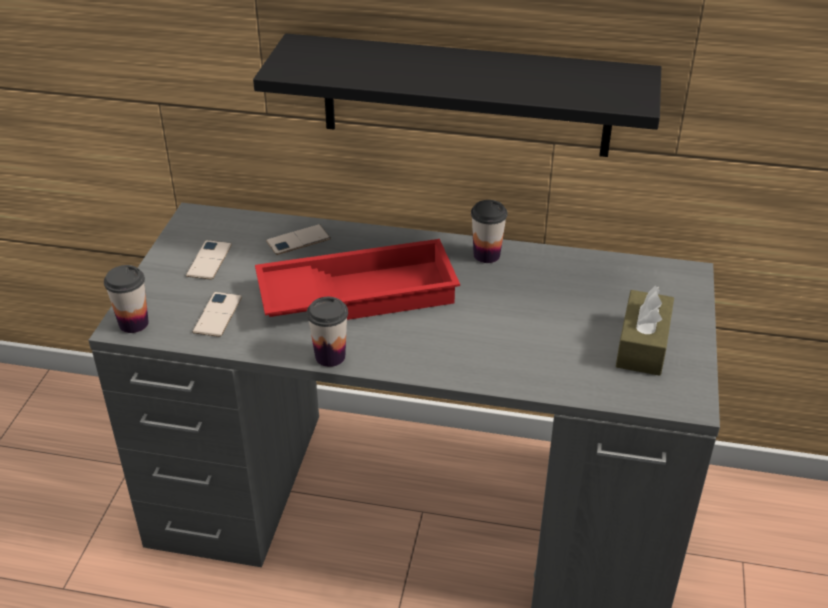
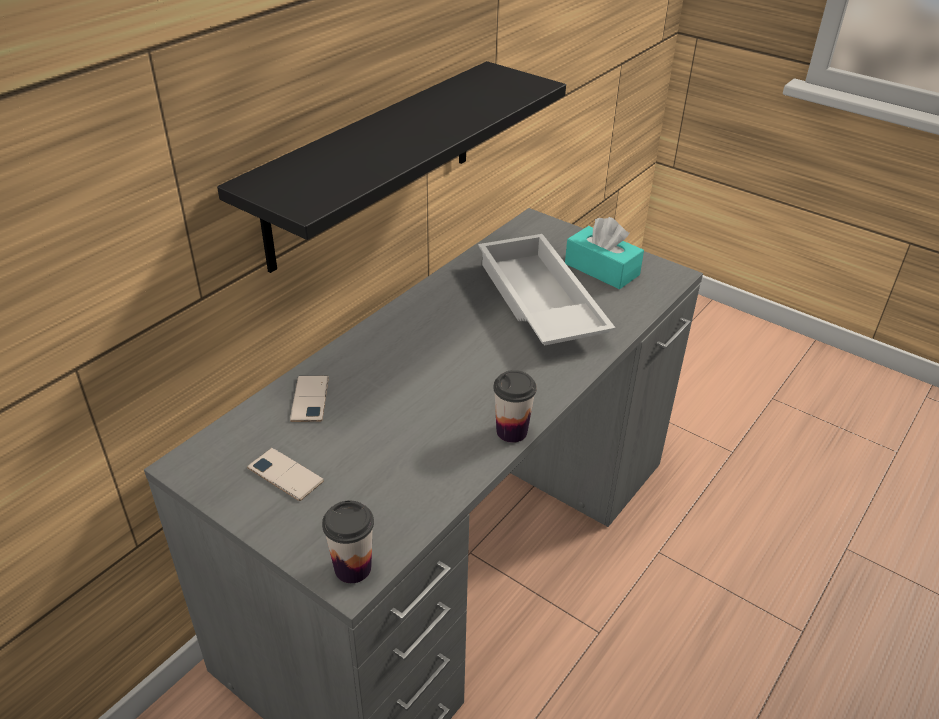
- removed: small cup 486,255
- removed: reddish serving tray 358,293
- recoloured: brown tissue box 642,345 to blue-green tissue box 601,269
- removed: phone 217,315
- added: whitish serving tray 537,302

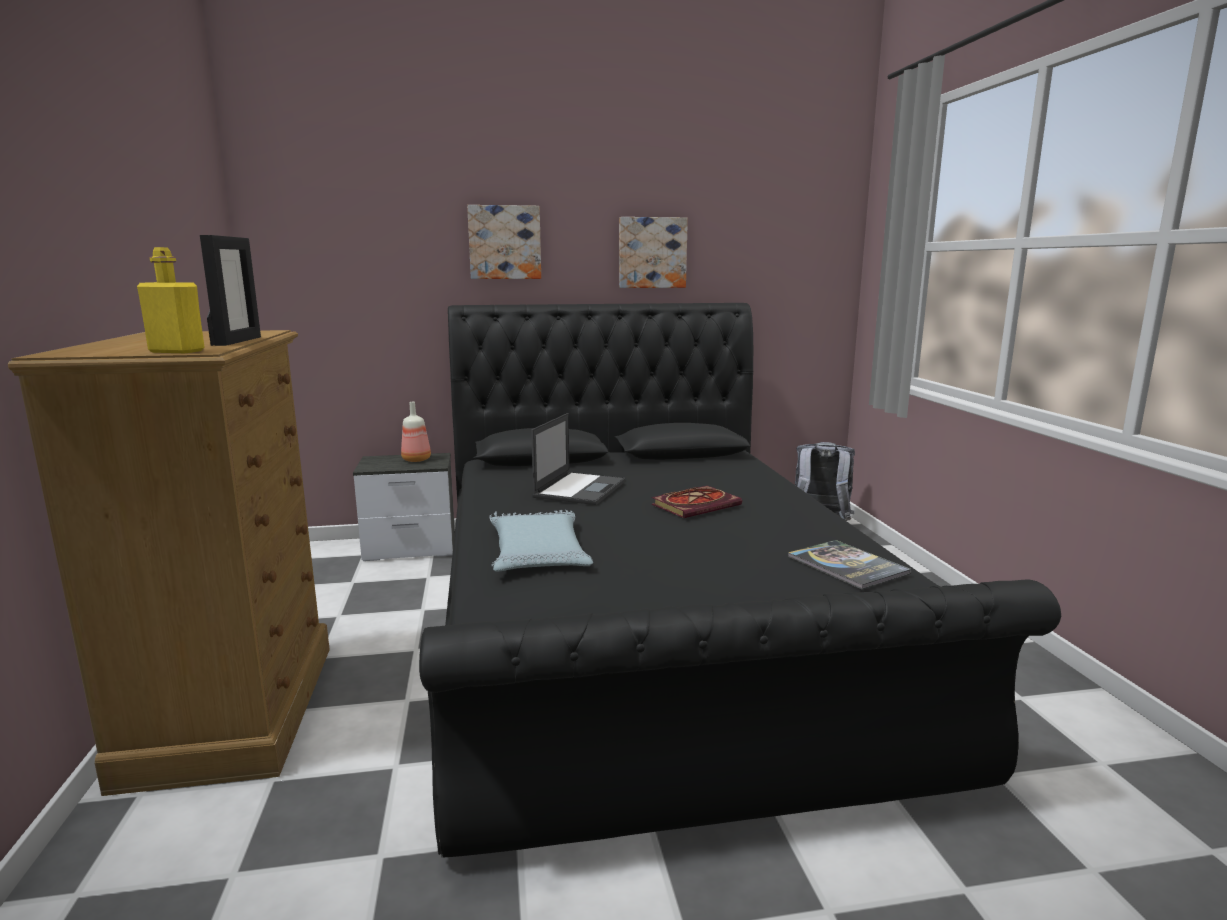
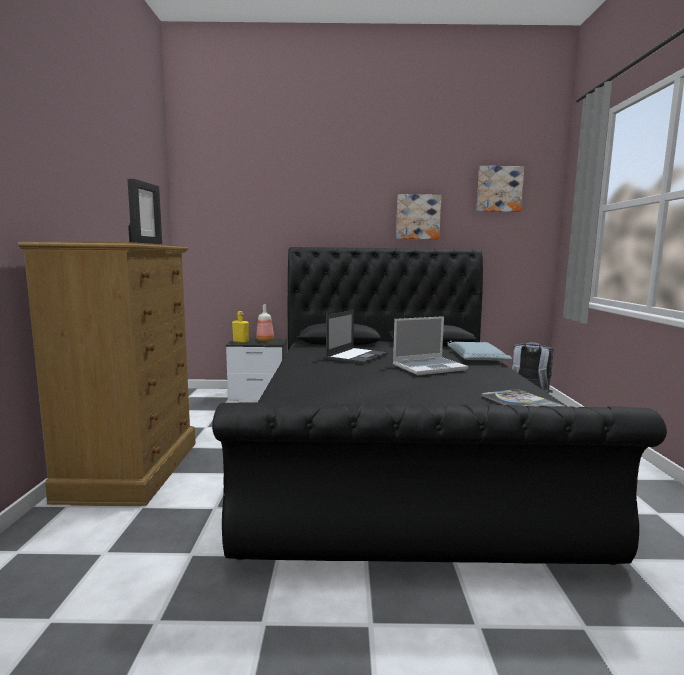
- moved: wall art 504,242 to 499,189
- moved: yellow-coloured bottle 177,351 to 240,341
- replaced: book 696,505 to portable computer 429,367
- moved: blue cushion 537,551 to 476,357

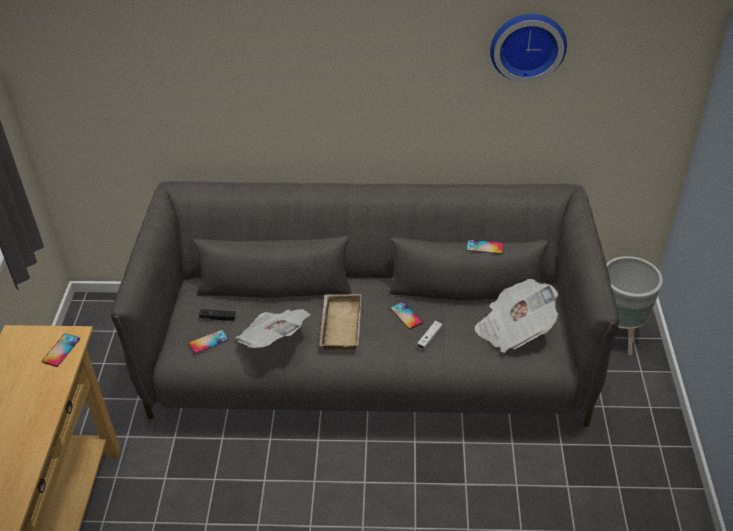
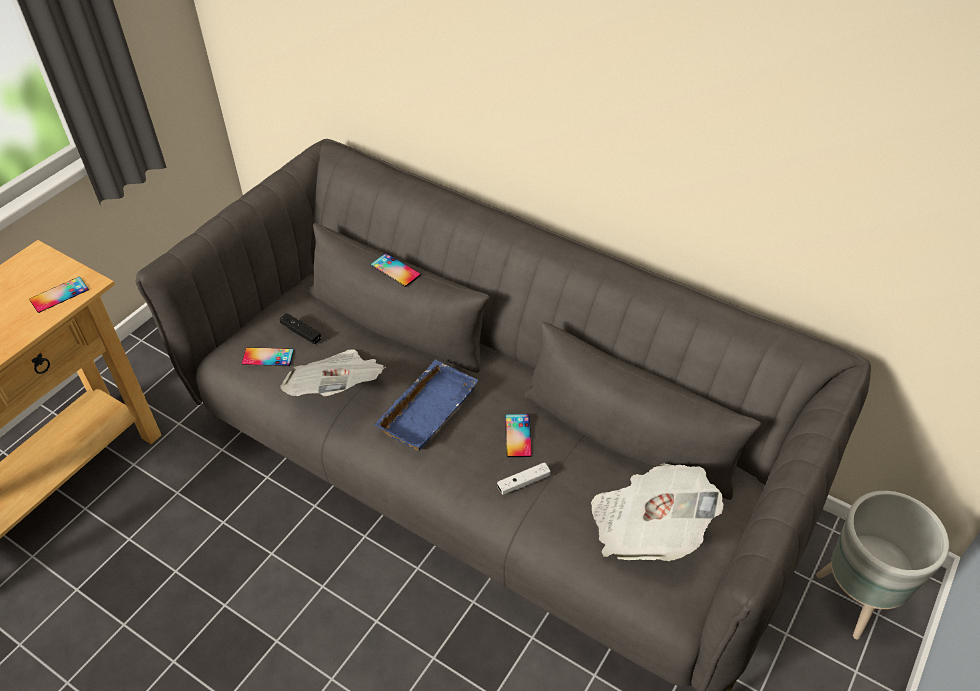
- removed: wall clock 527,45
- moved: phone 484,247 to 395,270
- recoloured: beige-coloured serving tray 339,325 to blue serving tray 426,408

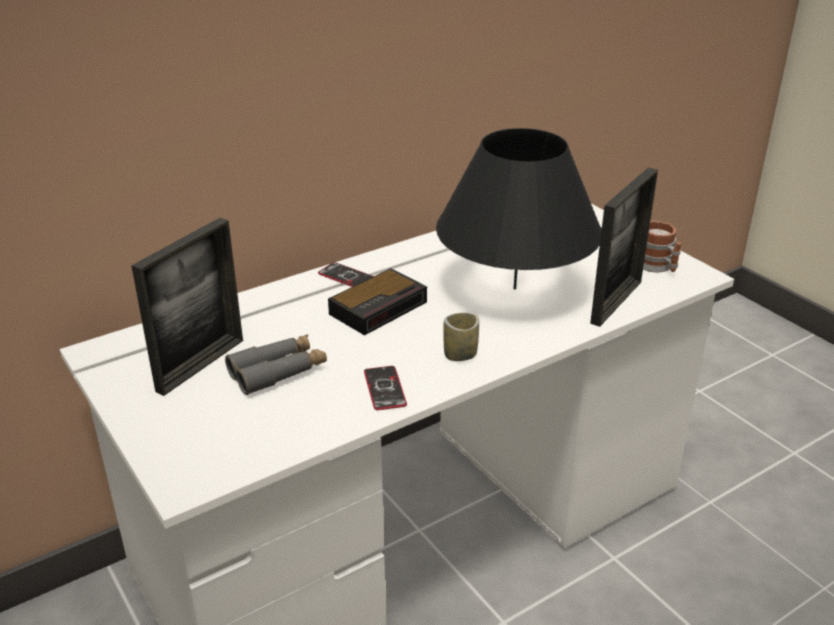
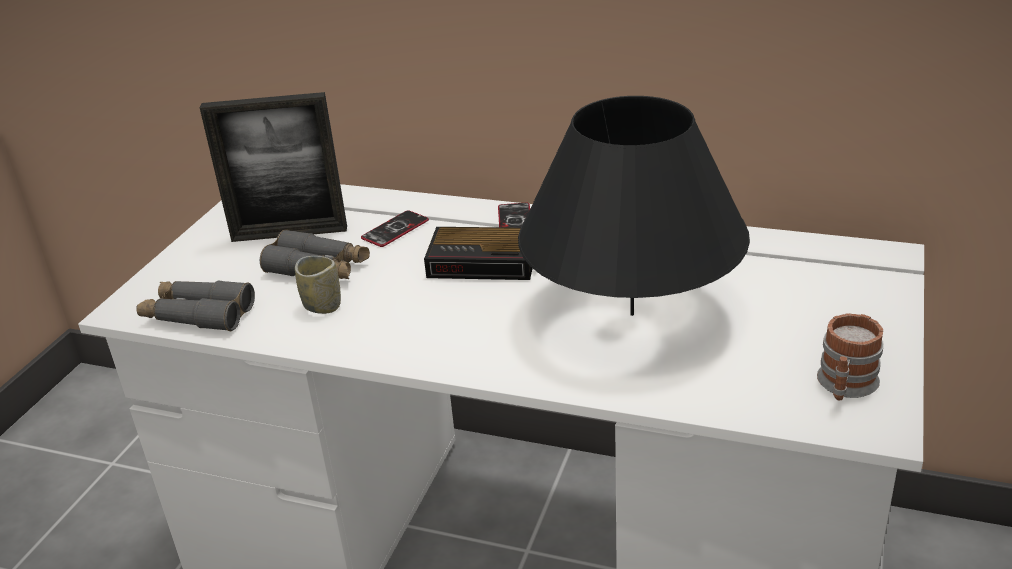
- removed: photo frame 616,302
- moved: small cup 460,354 to 322,306
- moved: phone 385,389 to 395,230
- added: greyish field glasses 198,315

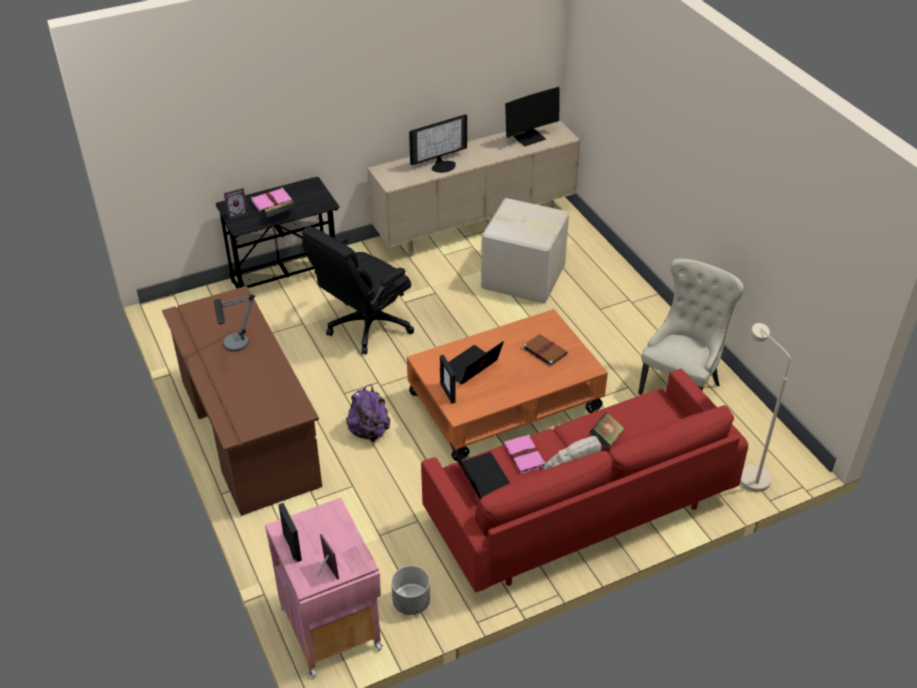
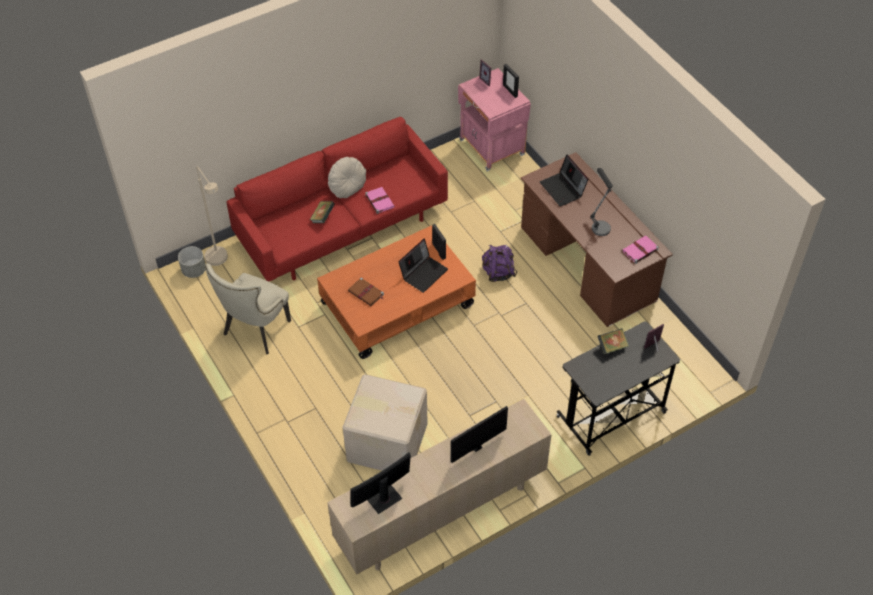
- moved: pink-coloured book 272,201 to 639,250
- removed: black-coloured desk chair 364,328
- moved: portable computer 480,478 to 563,189
- moved: greyish plant pot 411,603 to 194,270

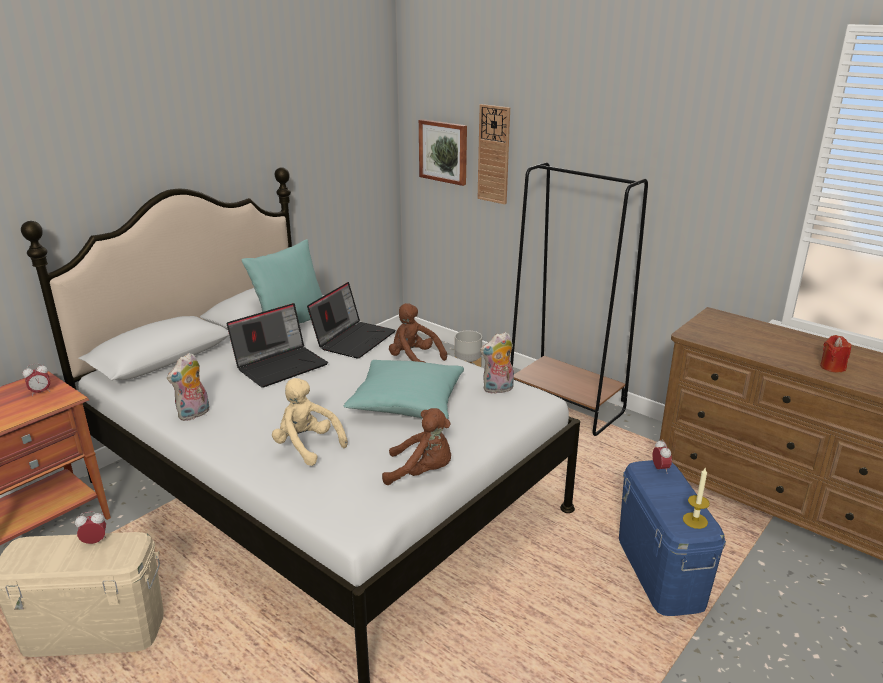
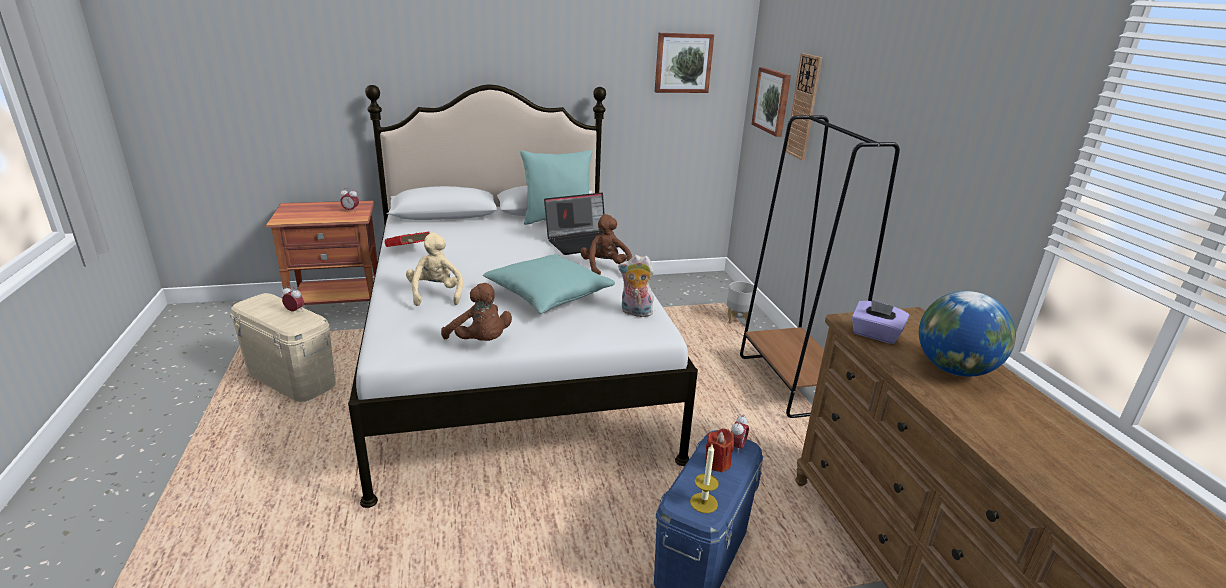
- removed: portable computer 281,365
- moved: reddish wax light 832,367 to 717,463
- replaced: soft toy 194,414 to reddish book 408,252
- added: wall art 683,63
- added: globe 954,370
- added: purplish tissue box 875,335

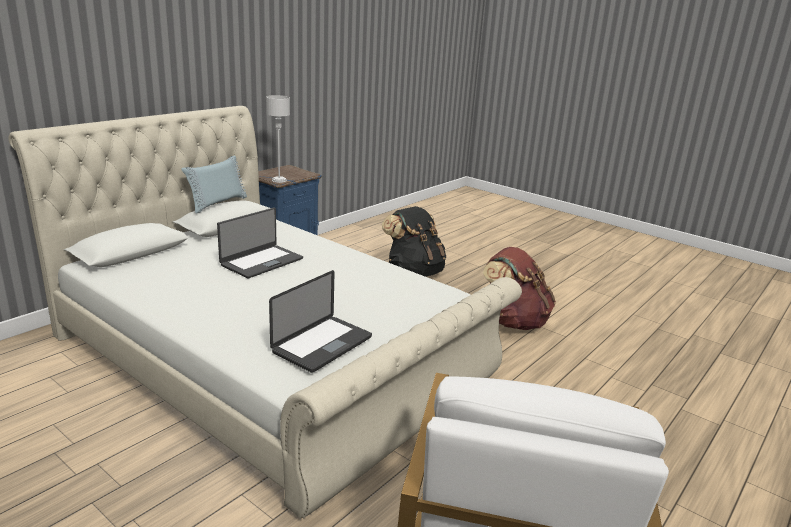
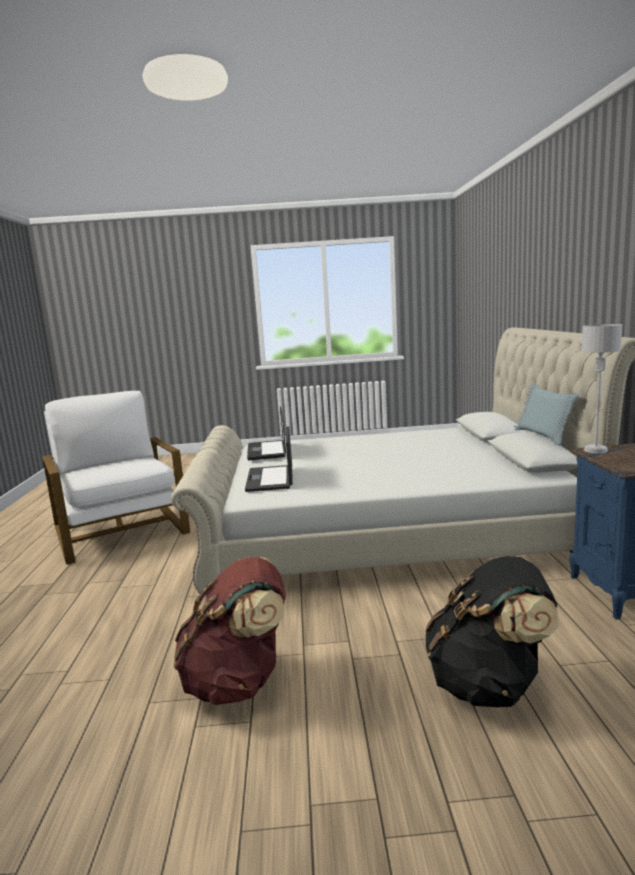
- moved: portable computer 261,261 to 271,479

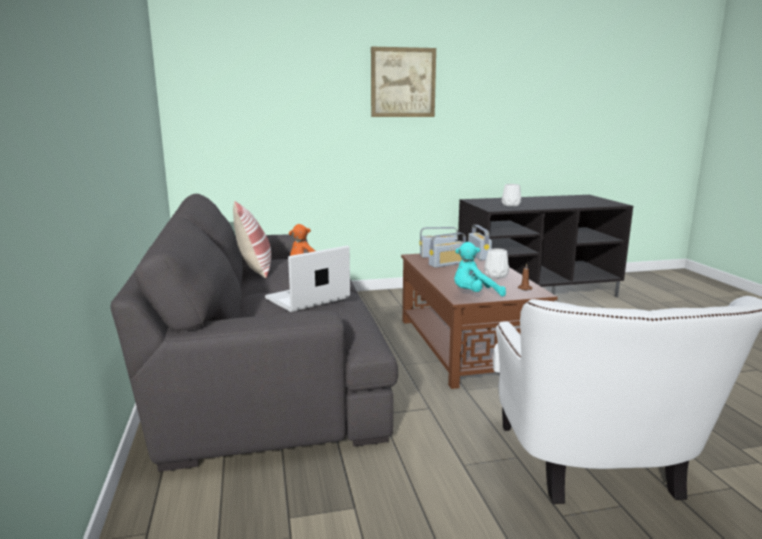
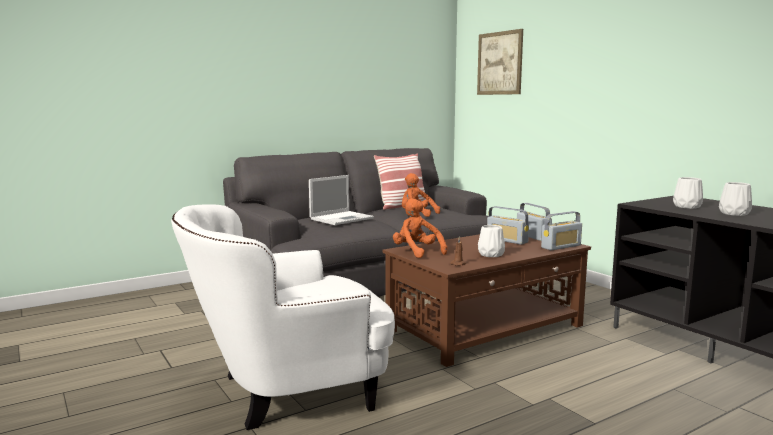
- moved: wall art 403,82 to 499,63
- recoloured: blue-green soft toy 474,294 to orange soft toy 417,252
- turned: portable computer 306,298 = 342,218 105 degrees clockwise
- added: whitish decorative vase 734,213

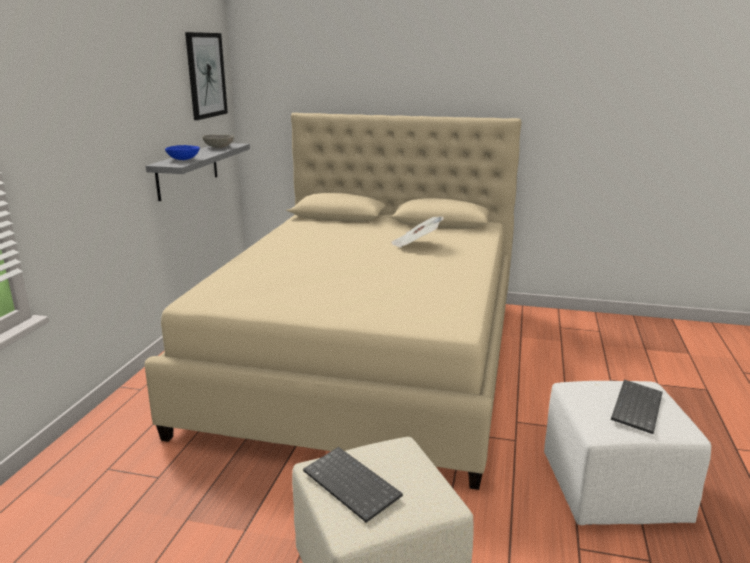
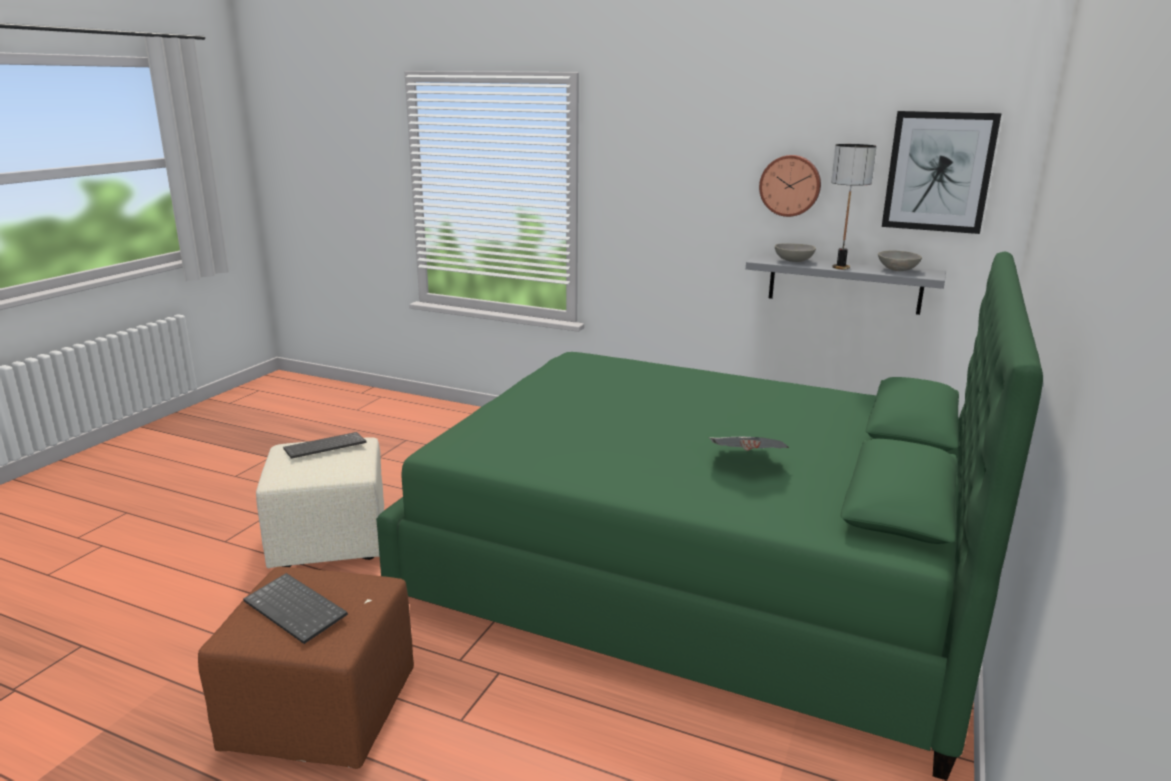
- recoloured: beige-coloured bed 366,360 to green bed 695,573
- recoloured: blue deep dish 183,160 to greyish deep dish 793,261
- recoloured: whitish footrest 611,489 to brown footrest 324,712
- added: lamp for a table 840,267
- added: wall clock 790,185

